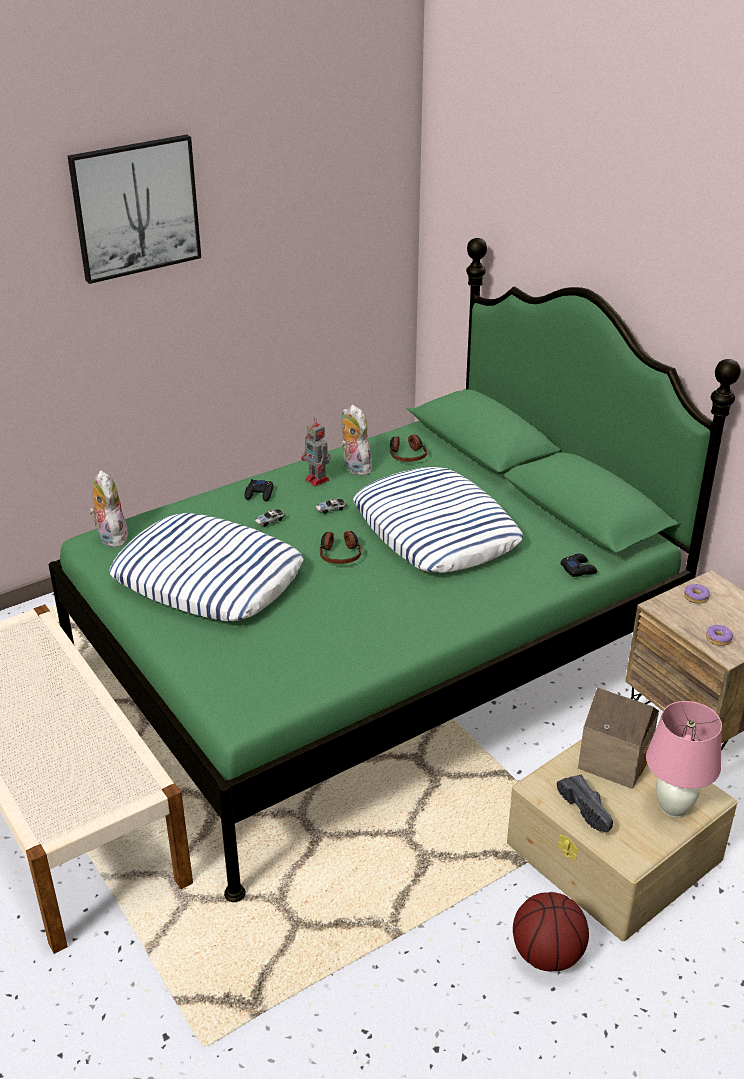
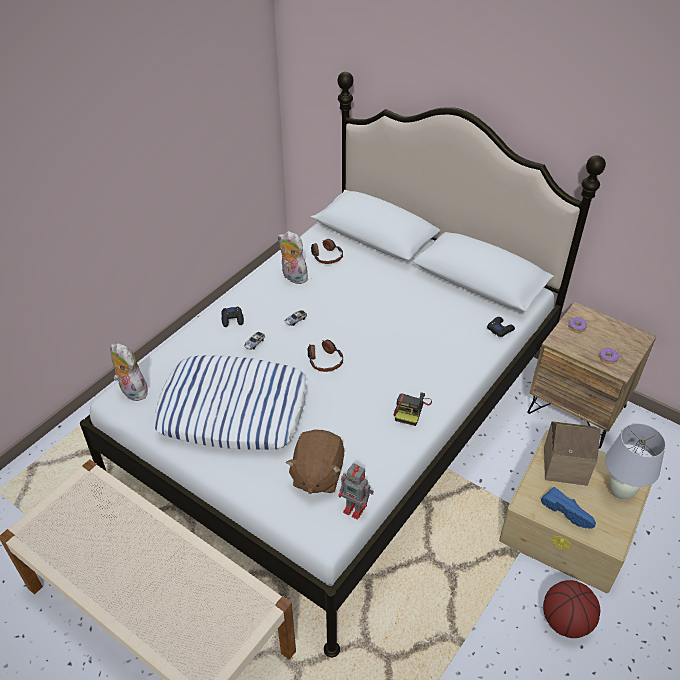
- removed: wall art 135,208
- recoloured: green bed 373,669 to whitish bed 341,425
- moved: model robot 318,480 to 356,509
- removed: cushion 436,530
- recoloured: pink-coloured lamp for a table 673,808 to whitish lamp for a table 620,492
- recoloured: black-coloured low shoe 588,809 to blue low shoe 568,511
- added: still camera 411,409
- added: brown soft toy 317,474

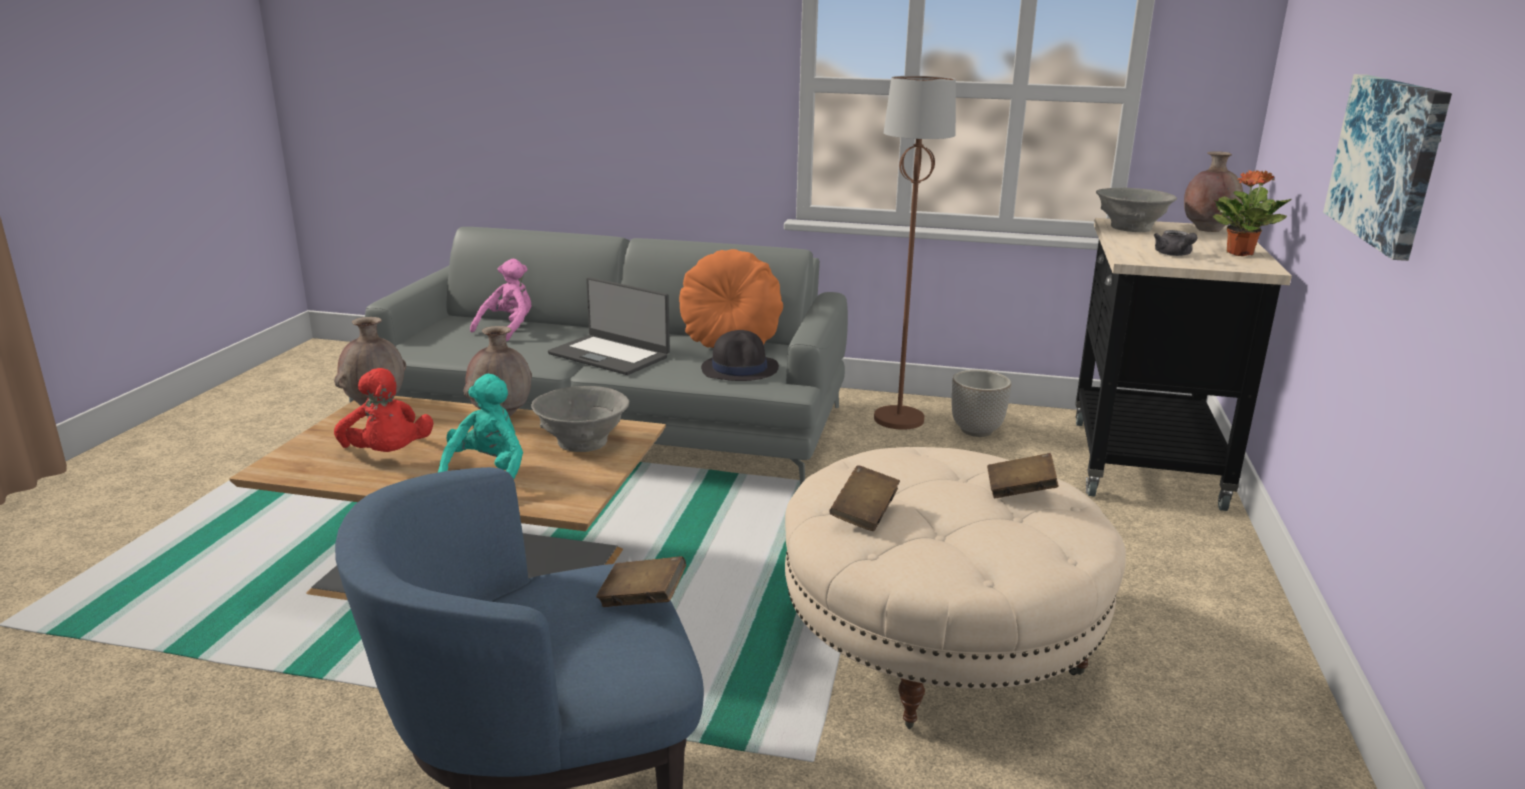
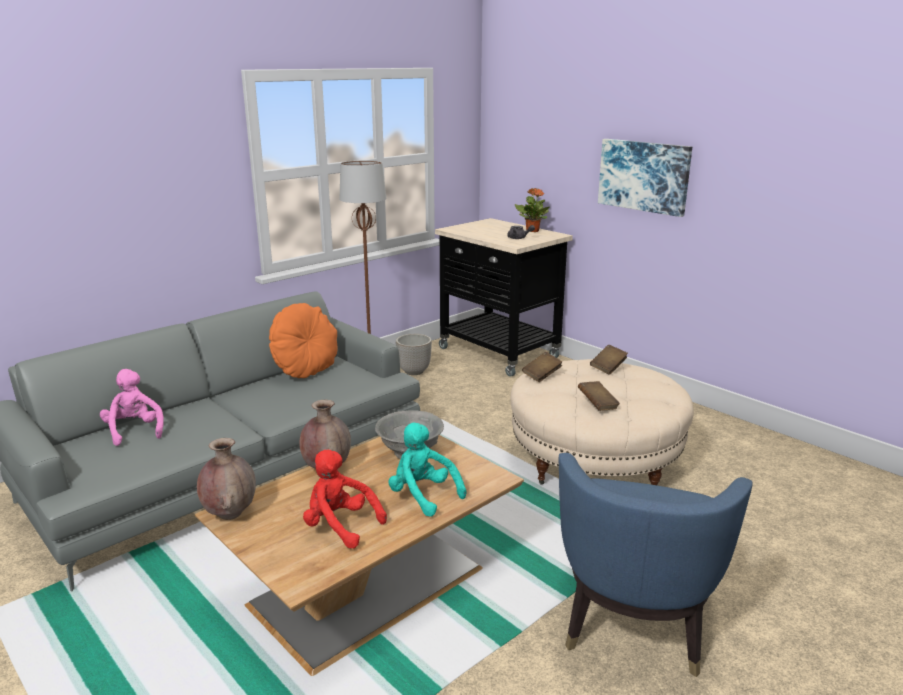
- removed: brown decorative vase 1206,230
- removed: greyish deep dish 1130,228
- removed: portable computer 610,355
- removed: black-coloured clothing hat 740,369
- turned: reddish soft toy 388,455 = 340,526 150 degrees counterclockwise
- moved: brown book 642,600 to 542,375

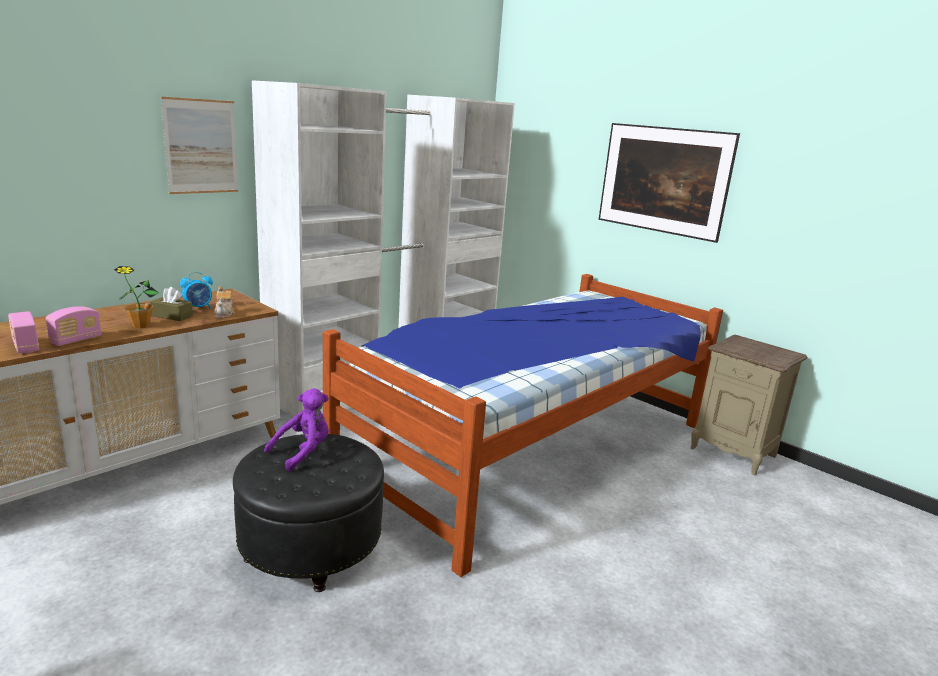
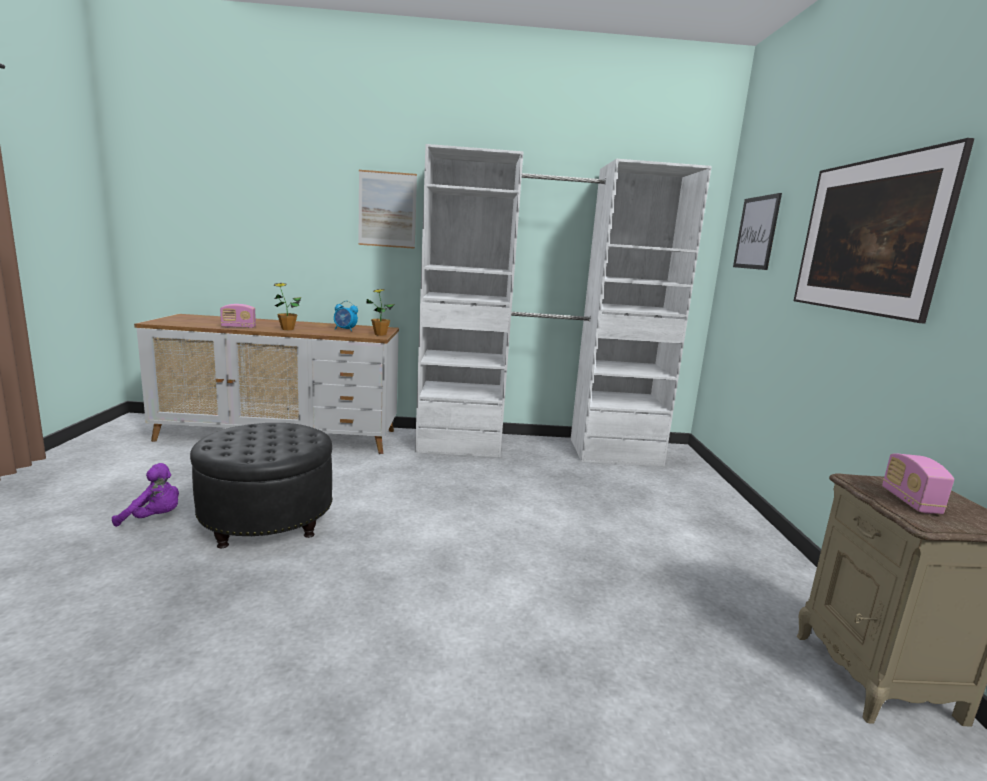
- removed: bed 530,447
- removed: pot for tea 224,314
- removed: brown tissue box 172,316
- moved: radio set 25,346 to 910,501
- moved: purplish soft toy 303,452 to 154,518
- added: wall art 756,233
- added: plant in a pot 380,334

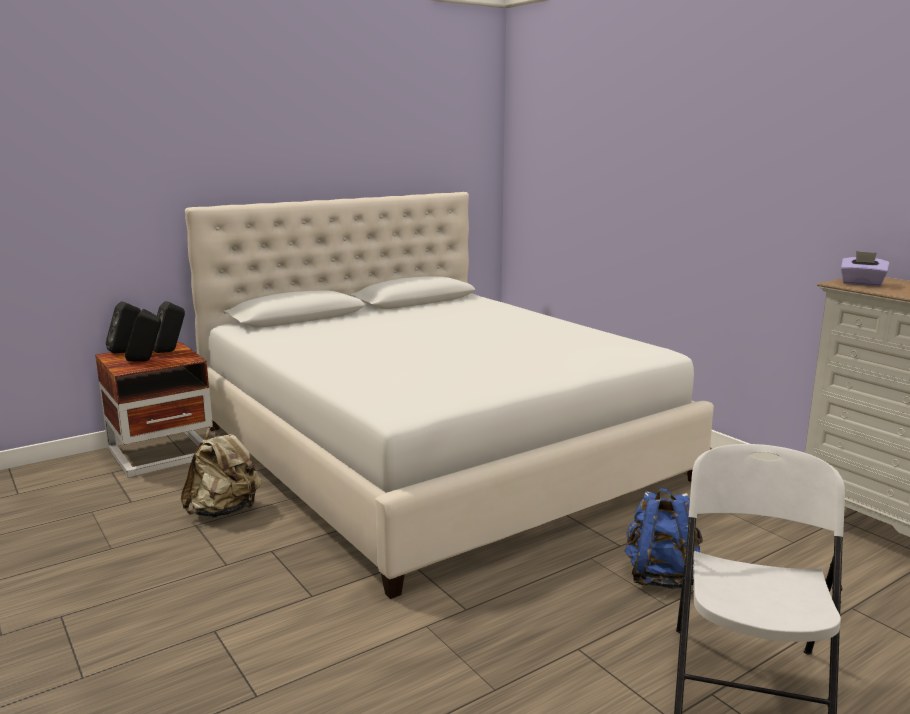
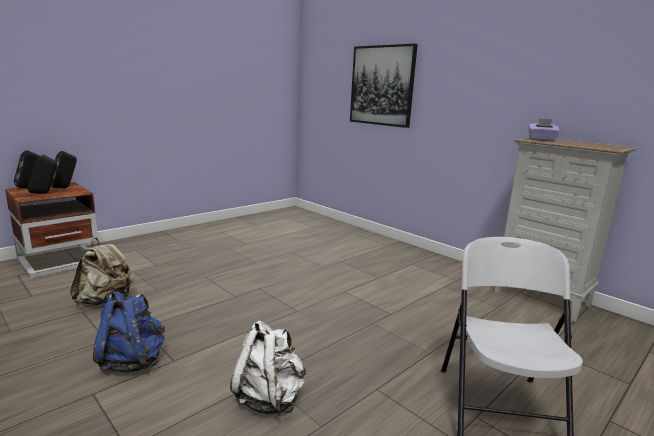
- removed: whitish bed 434,452
- moved: blue backpack 661,577 to 132,361
- added: wall art 382,85
- added: whitish backpack 269,398

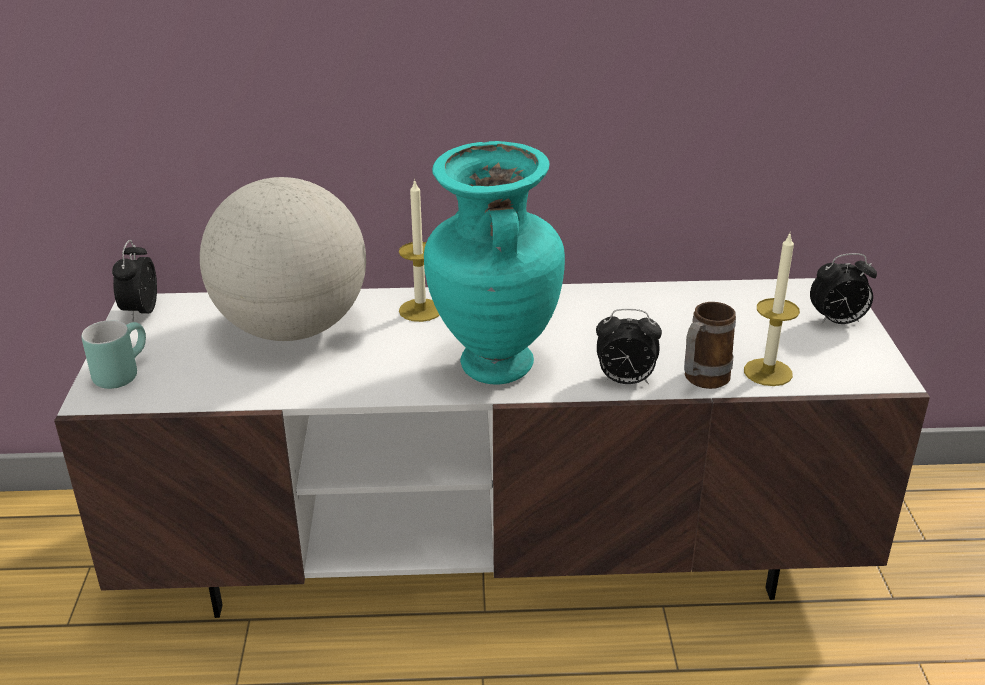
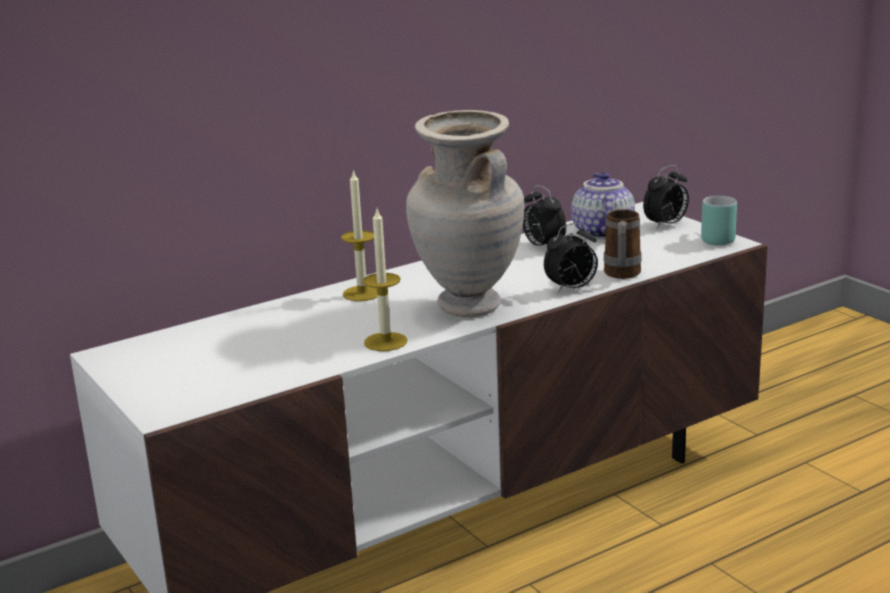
- recoloured: blue-green decorative vase 494,367 to beige-coloured decorative vase 468,307
- removed: globe 293,329
- moved: wax light 768,372 to 385,342
- moved: table clock 140,311 to 543,247
- moved: blue-green mug 121,373 to 713,238
- added: pot for tea 601,232

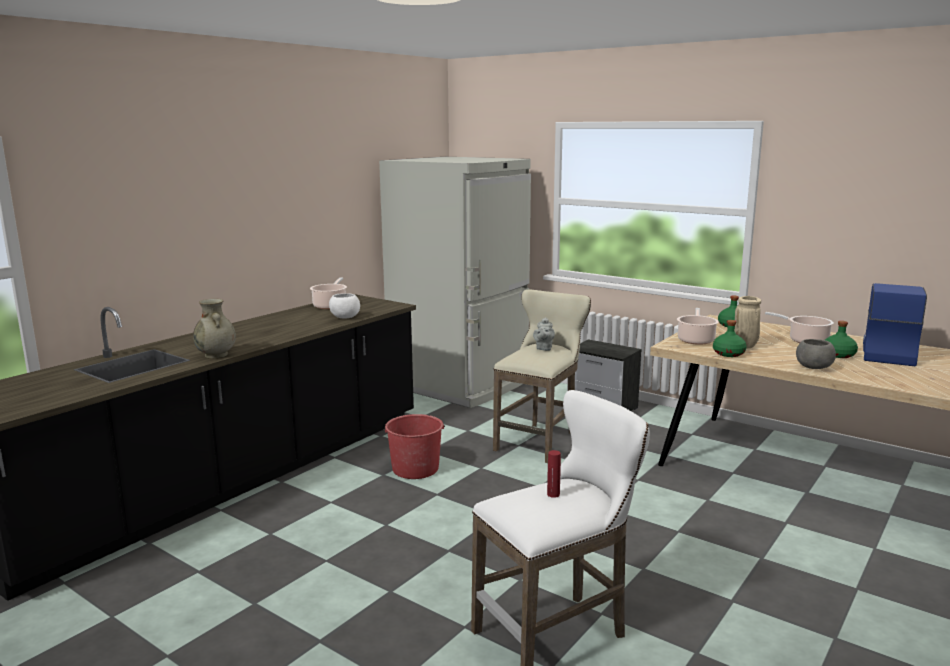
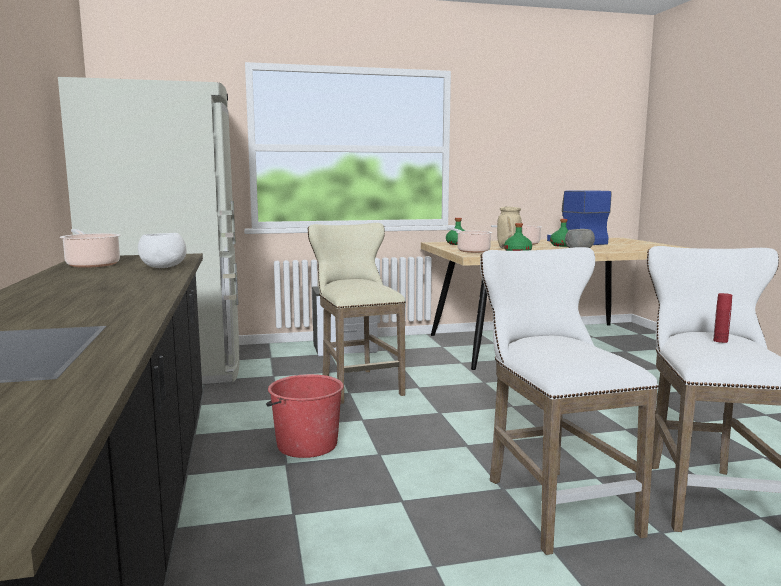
- removed: beige-coloured decorative vase 216,355
- removed: greyish pot for tea 543,348
- added: whitish stool 552,502

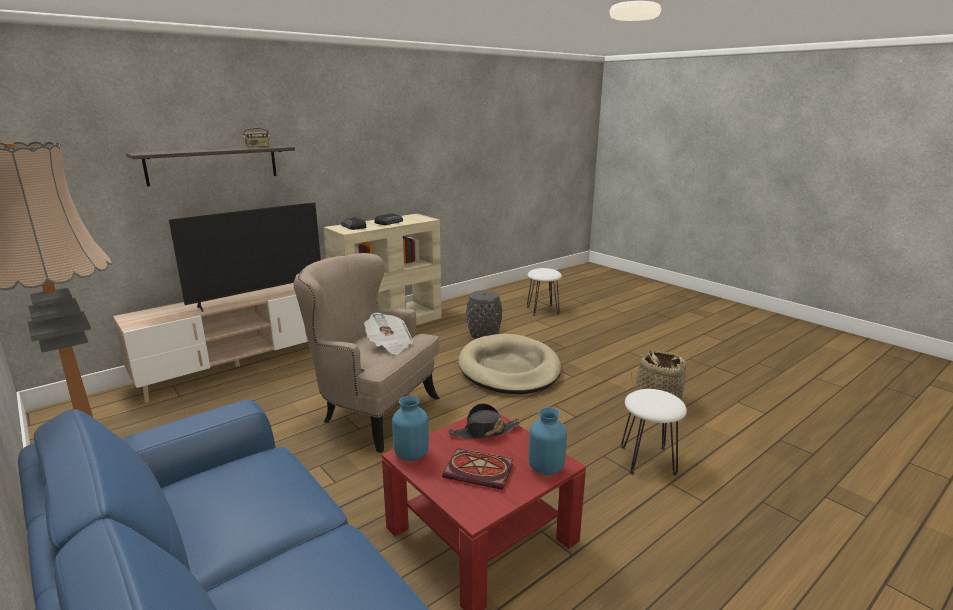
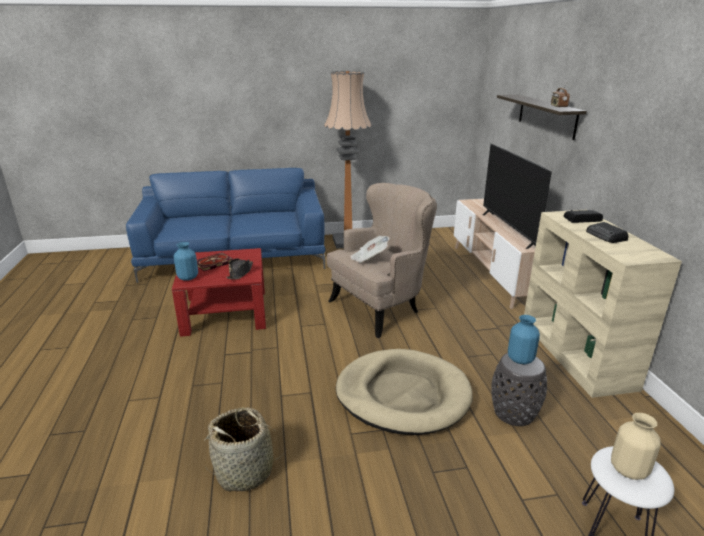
- removed: whitish stool 647,460
- moved: blue decorative vase 411,454 to 520,359
- added: beige-coloured decorative vase 628,469

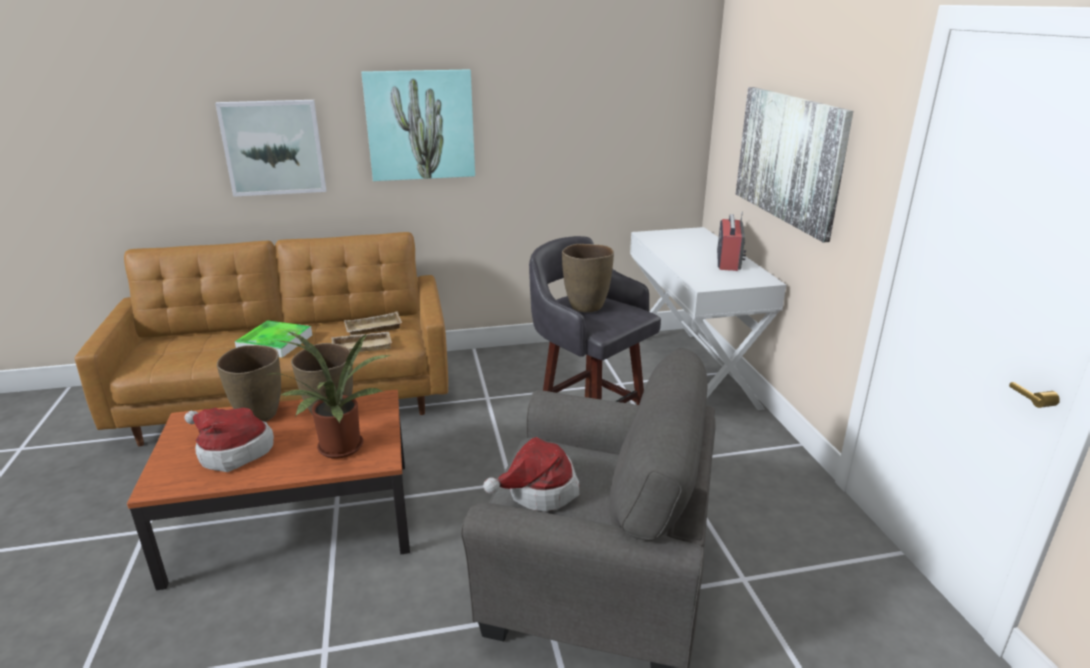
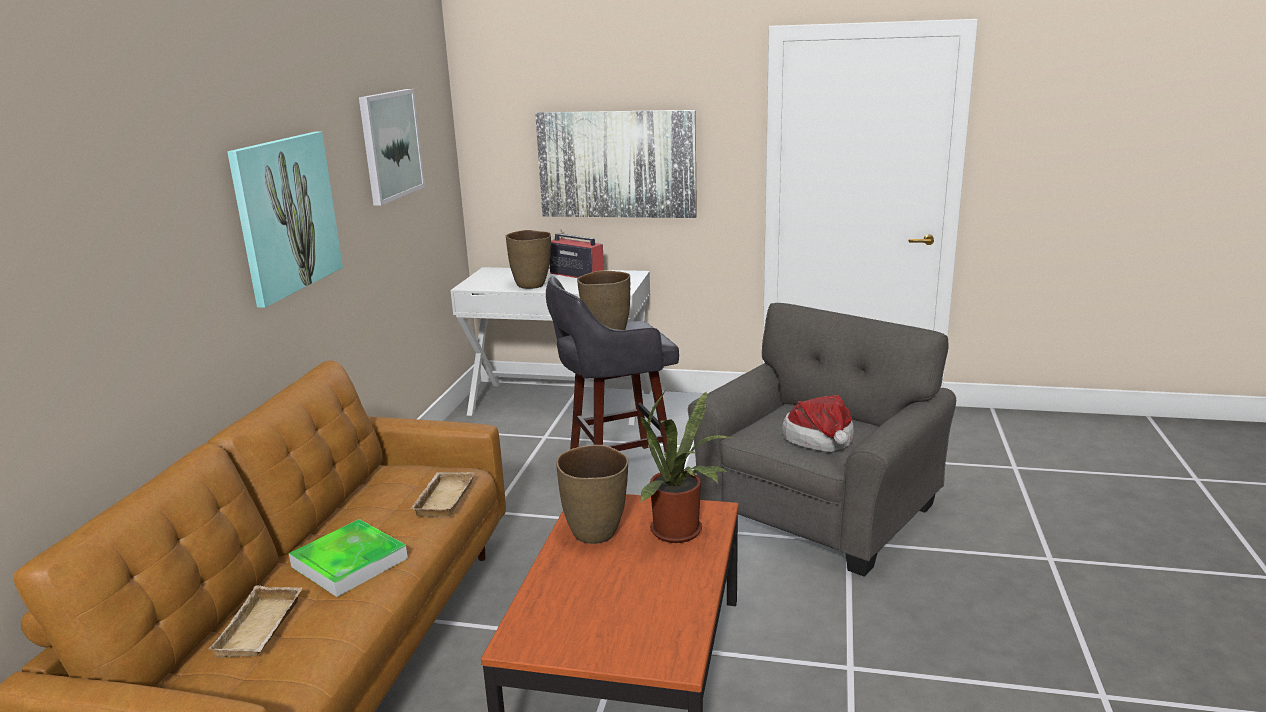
- moved: wall art 273,147 to 390,145
- moved: beige-coloured serving tray 373,329 to 262,629
- moved: brown decorative vase 259,415 to 531,285
- removed: clothing hat 231,452

